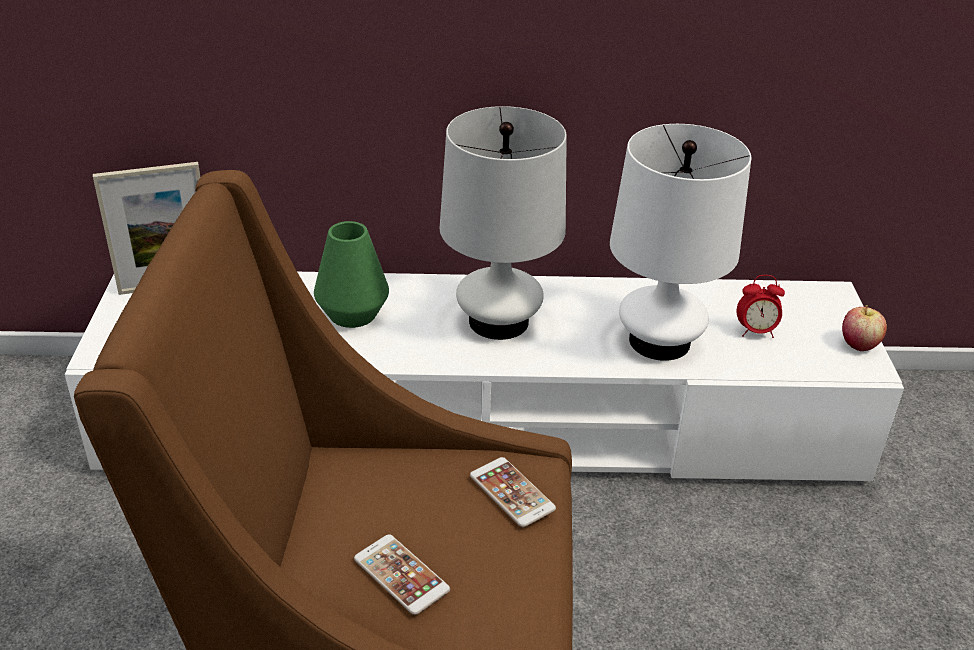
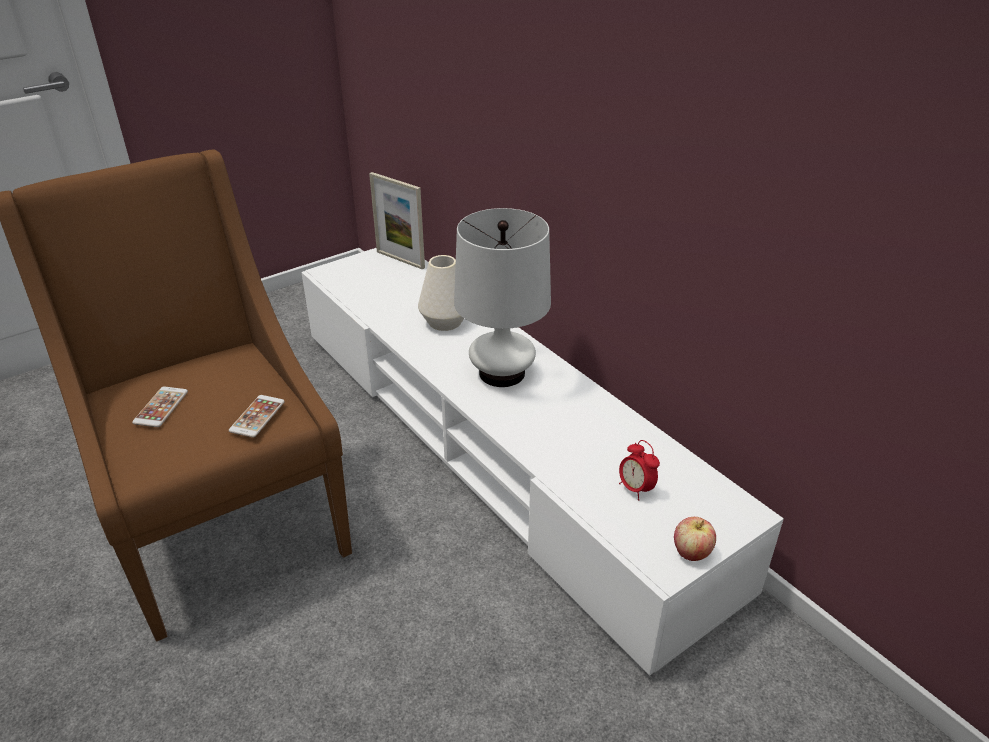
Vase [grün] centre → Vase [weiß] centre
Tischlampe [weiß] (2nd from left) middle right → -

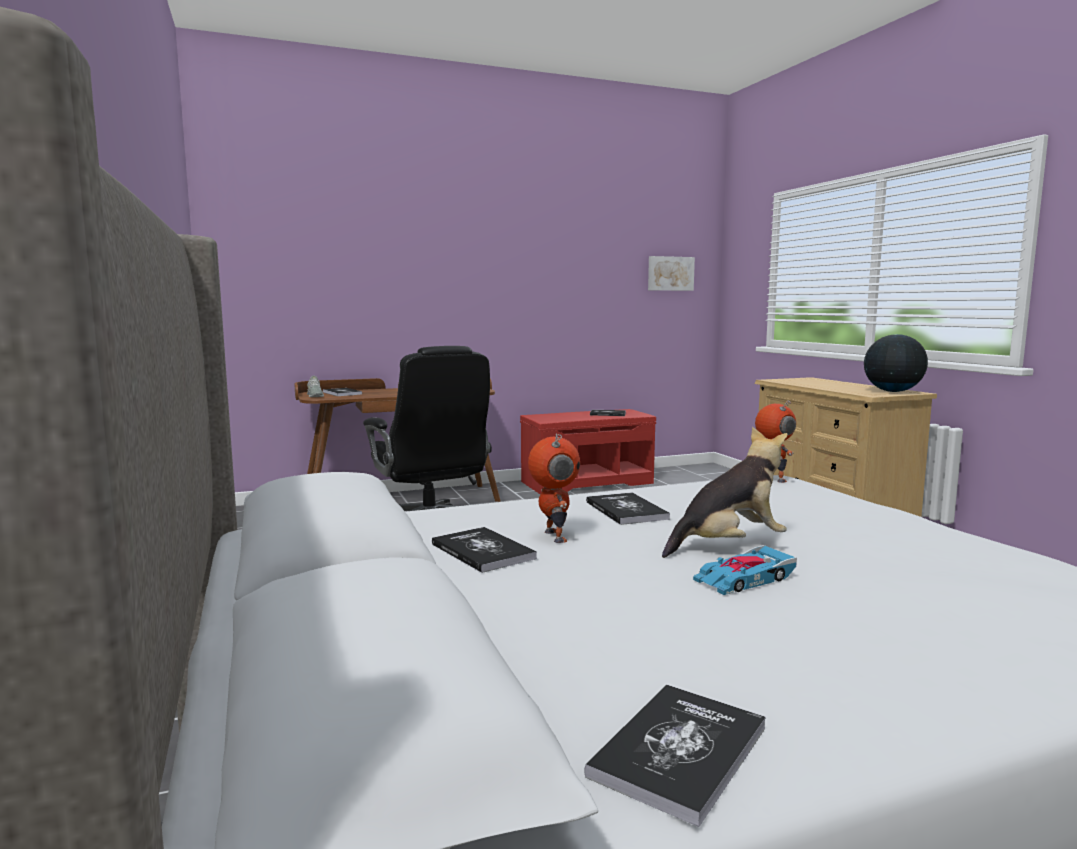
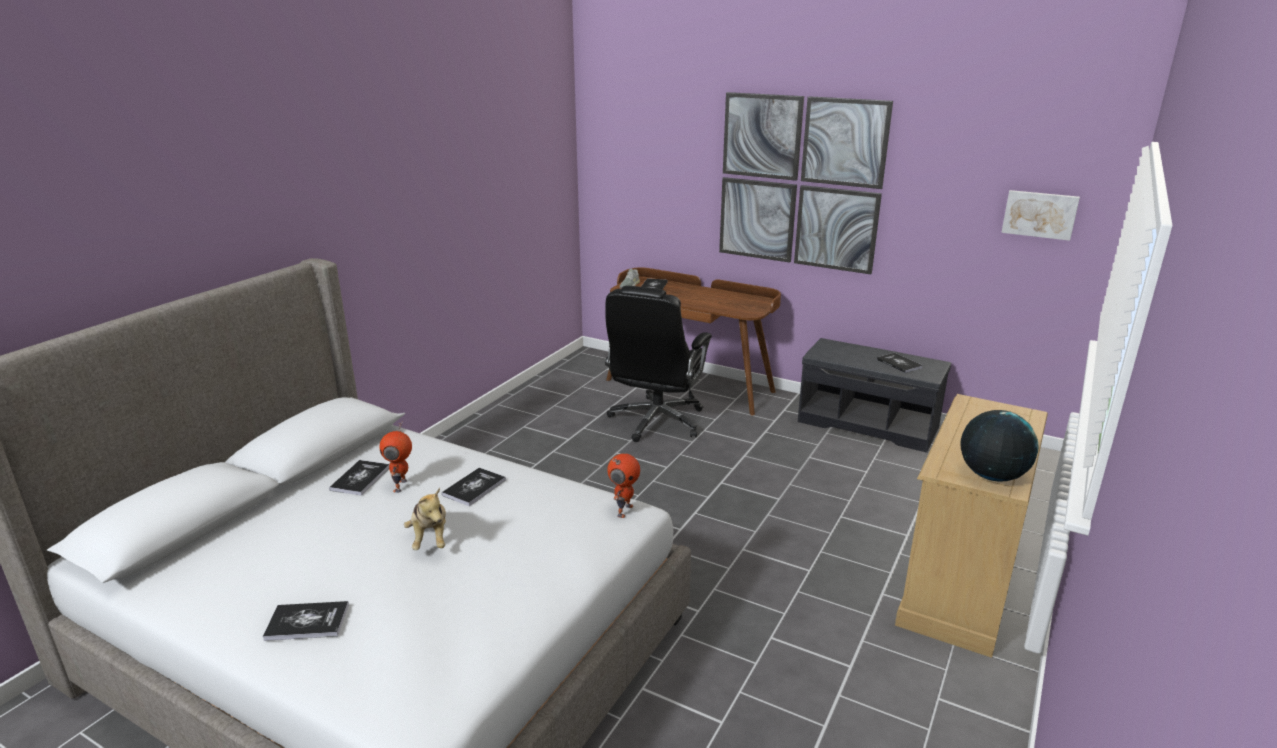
Bank [rot] centre → Bank [grau] middle right
Spielzeugroboter (1st from left) centre → Spielzeugroboter (1st from left) middle left, 150 degrees clockwise
Buch (5th from left in the first image) bottom centre → Buch (1st from left) bottom left, moved
Plüschtier middle right → Plüschtier bottom left, 45 degrees clockwise
Spielzeugauto bottom right → -
- → Bild (1st from left) top centre

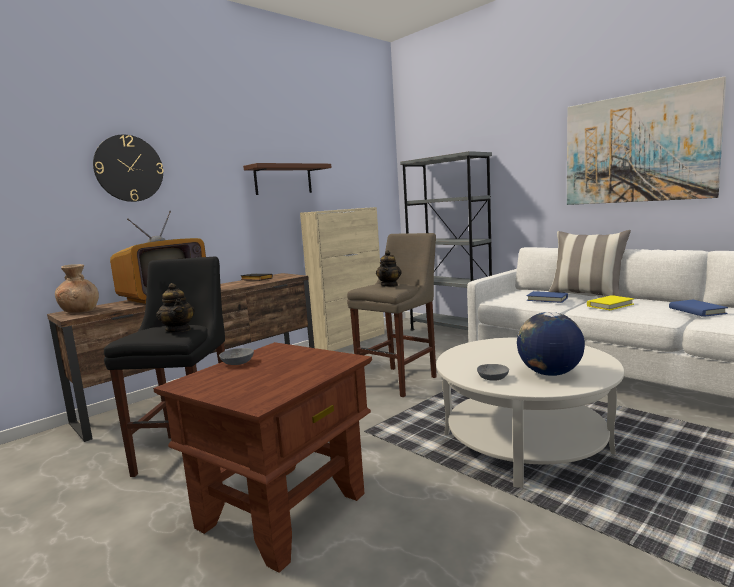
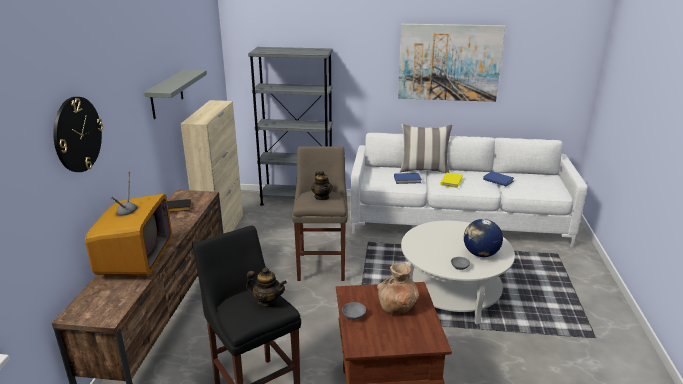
Vase [braun] middle left → Vase [braun] bottom centre, moved
Wandregal [braun] top centre → Wandregal [grau] top left

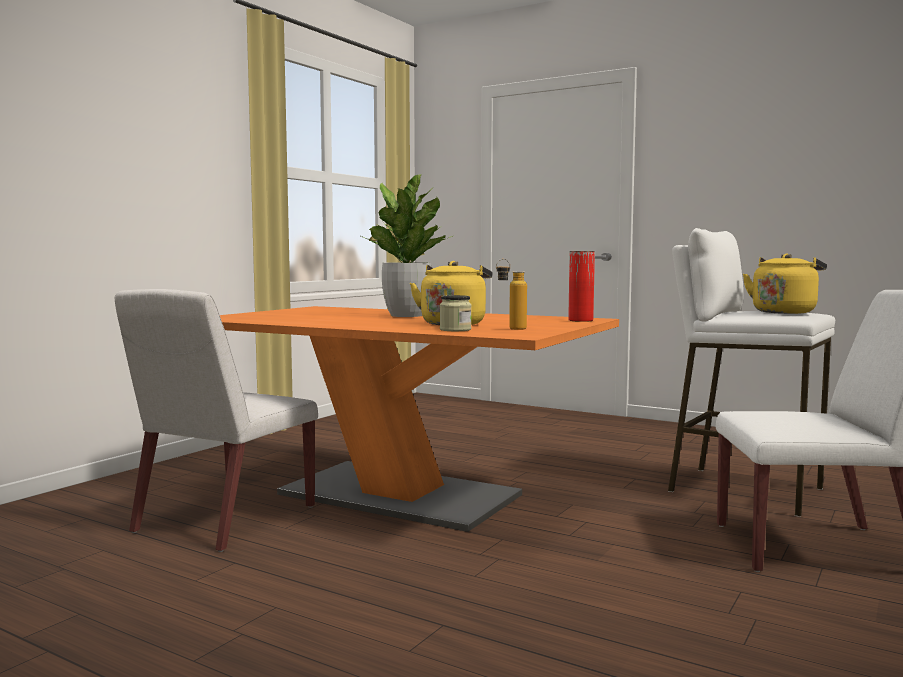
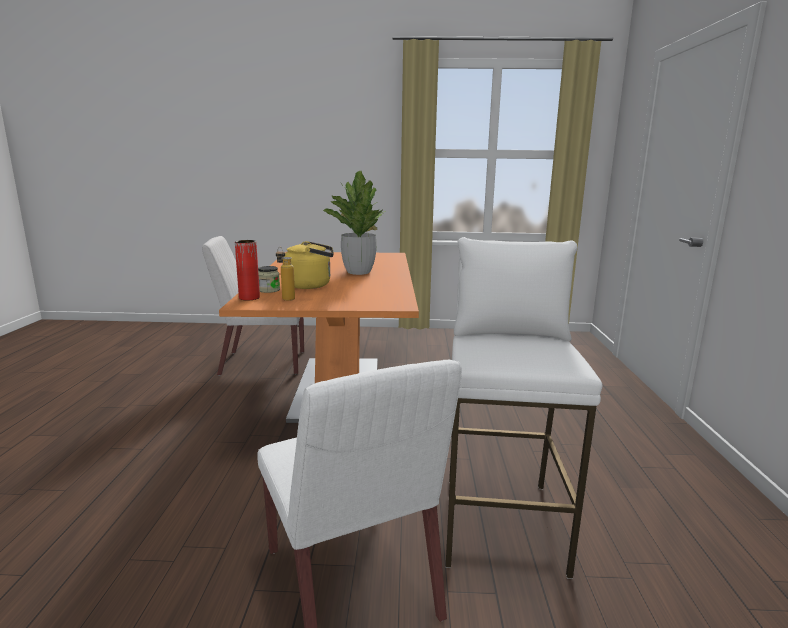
Vase [rot] centre → Vase [rot] middle left, moved
Wasserkessel [gelb] (2nd from left) middle right → -

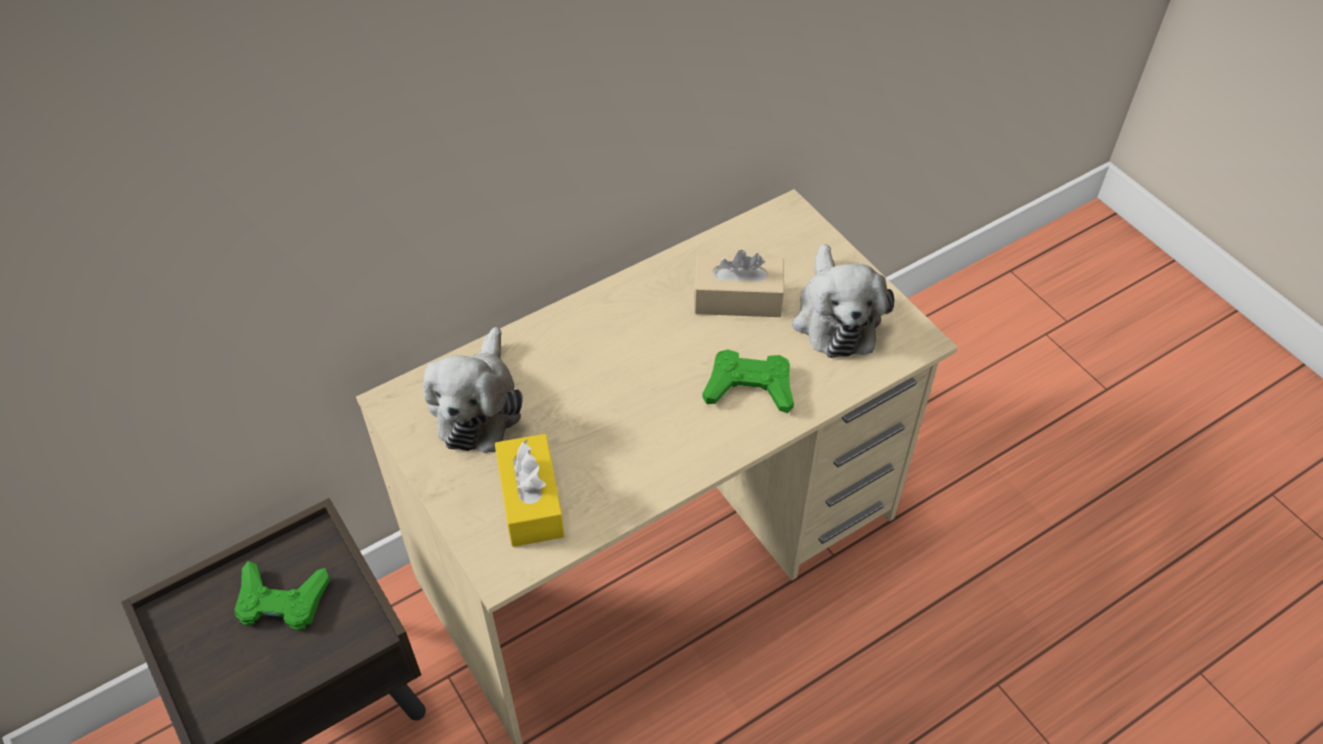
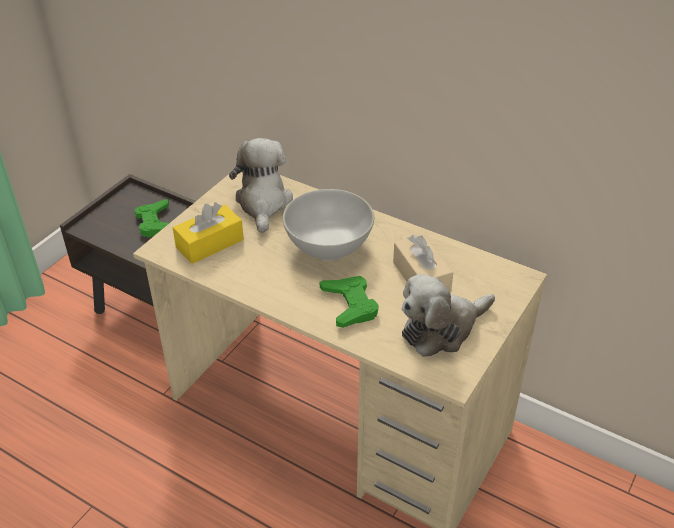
Plüschtier (1st from left) centre, 105 degrees clockwise
- → Schüssel [weiß] centre

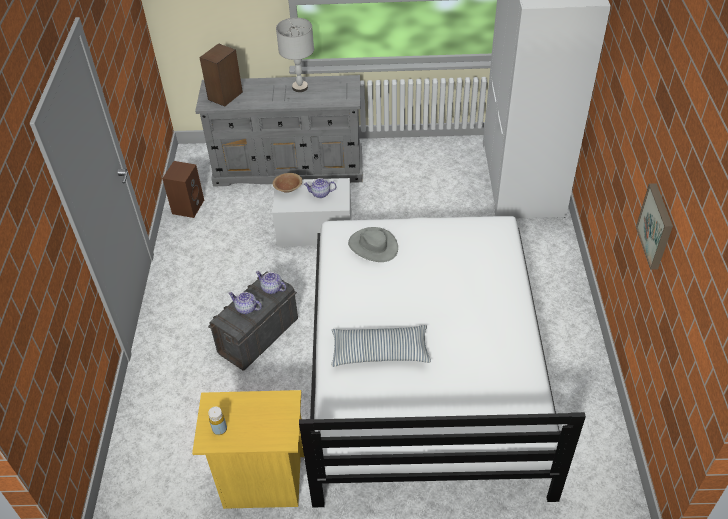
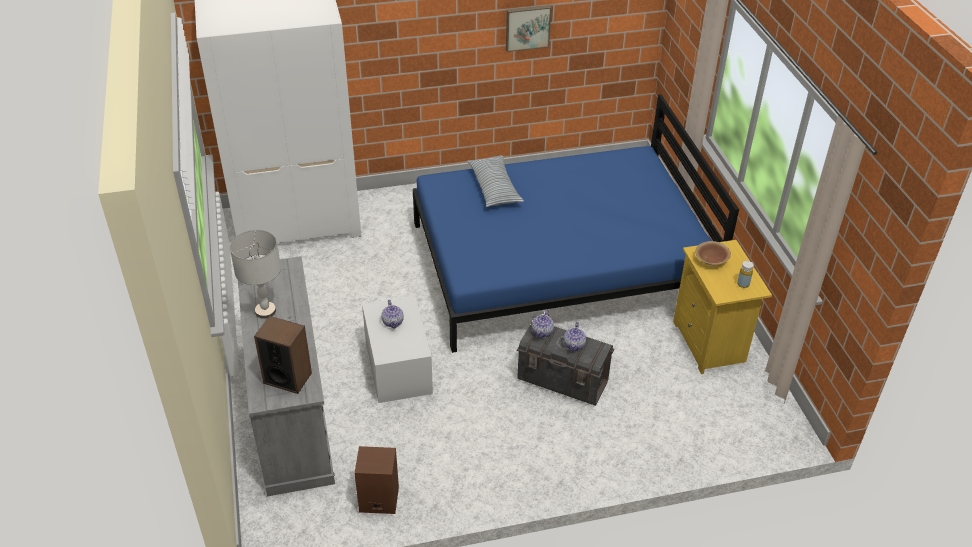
Schüssel [braun] centre → Schüssel [braun] middle right, moved
Bett [weiß] bottom centre → Bett [blau] centre
Kissen bottom centre → Kissen top centre, moved
Hut [grau] centre → -

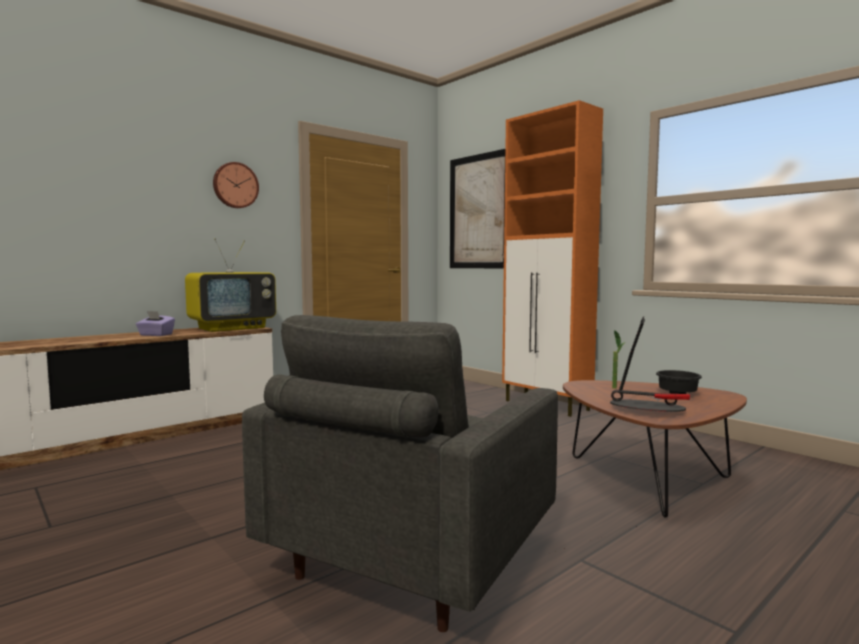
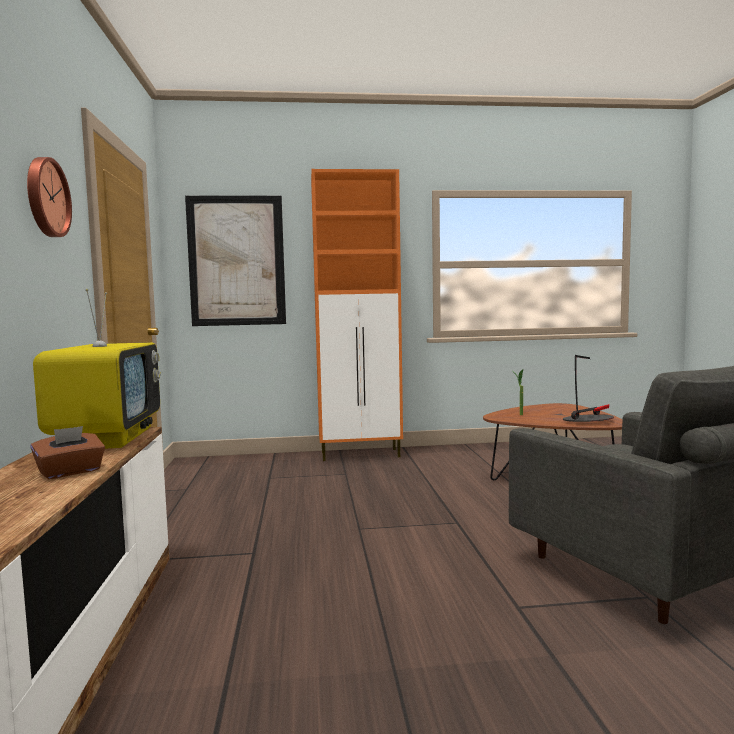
Taschentuchbox [lila] middle left → Taschentuchbox [braun] middle left
Schüssel [schwarz] middle right → -

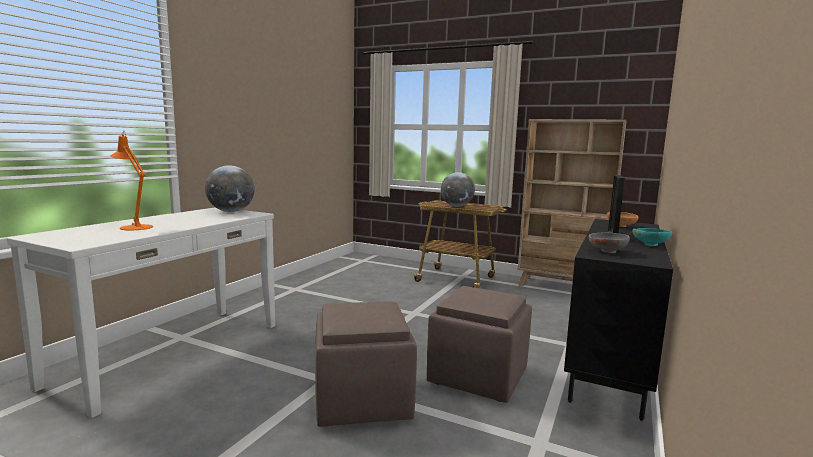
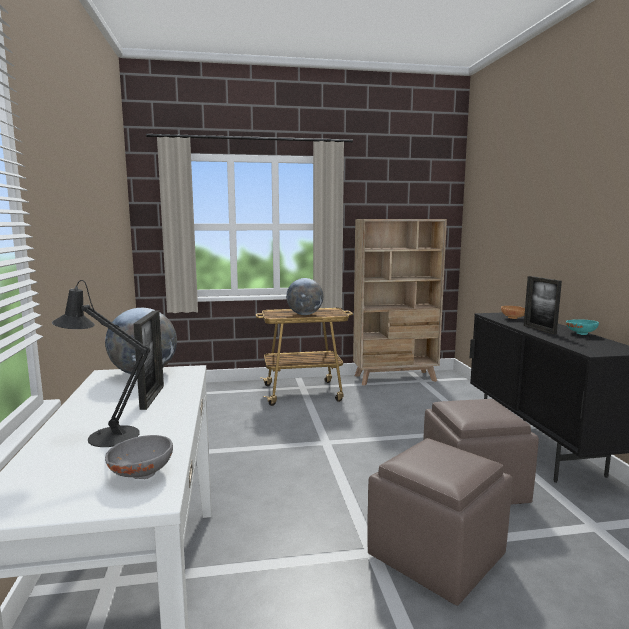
Tischlampe [orange] middle left → Tischlampe [schwarz] middle left
Schüssel [grau] middle right → Schüssel [grau] bottom left, moved
- → Bilderrahmen (1st from left) middle left

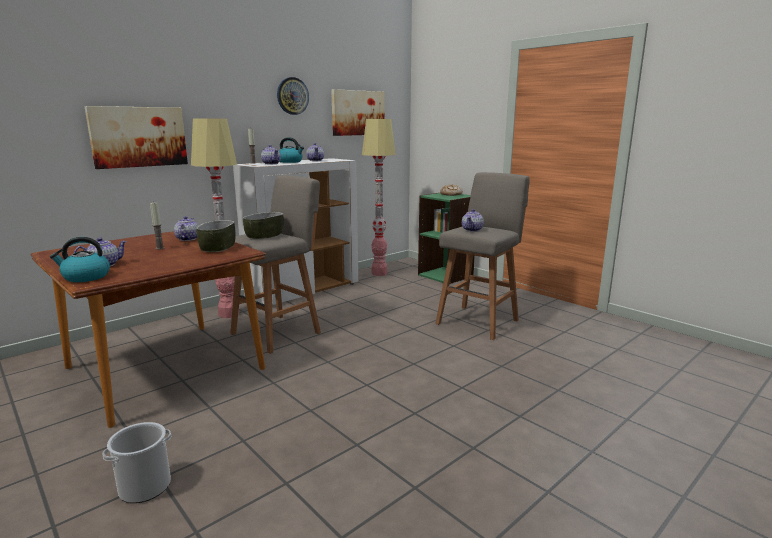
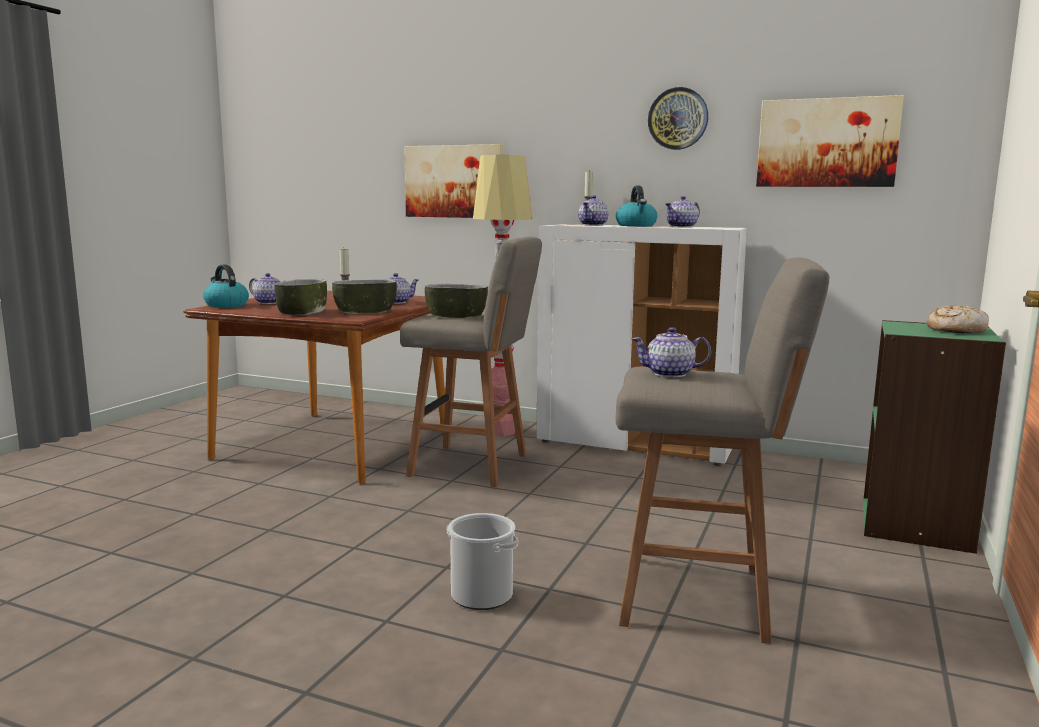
Eimer bottom left → Eimer bottom centre, moved
Stehlampe (2nd from left) centre → -
- → Schüssel (1st from left) middle left

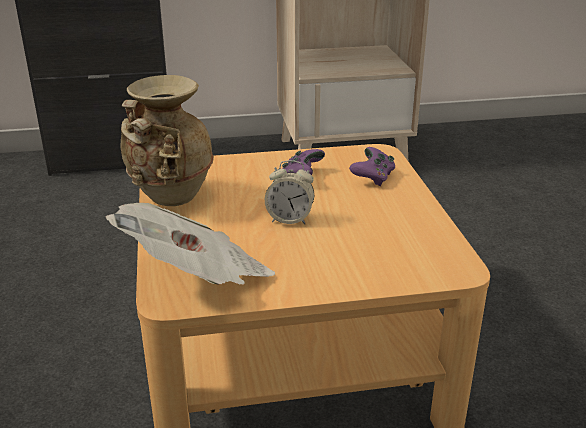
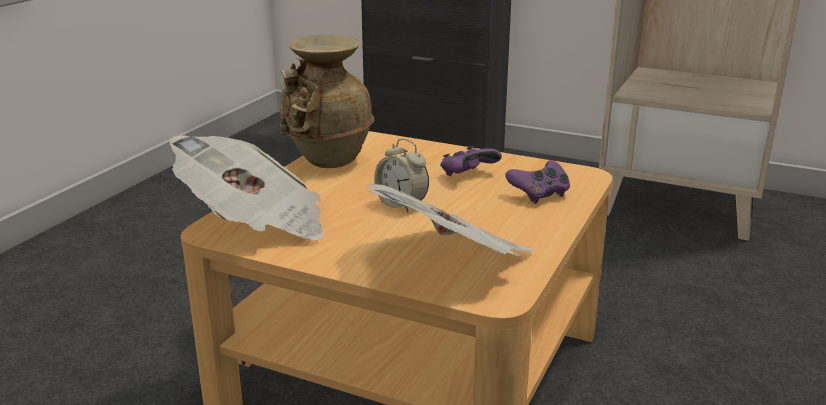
- → Zeitung (2nd from left) centre

